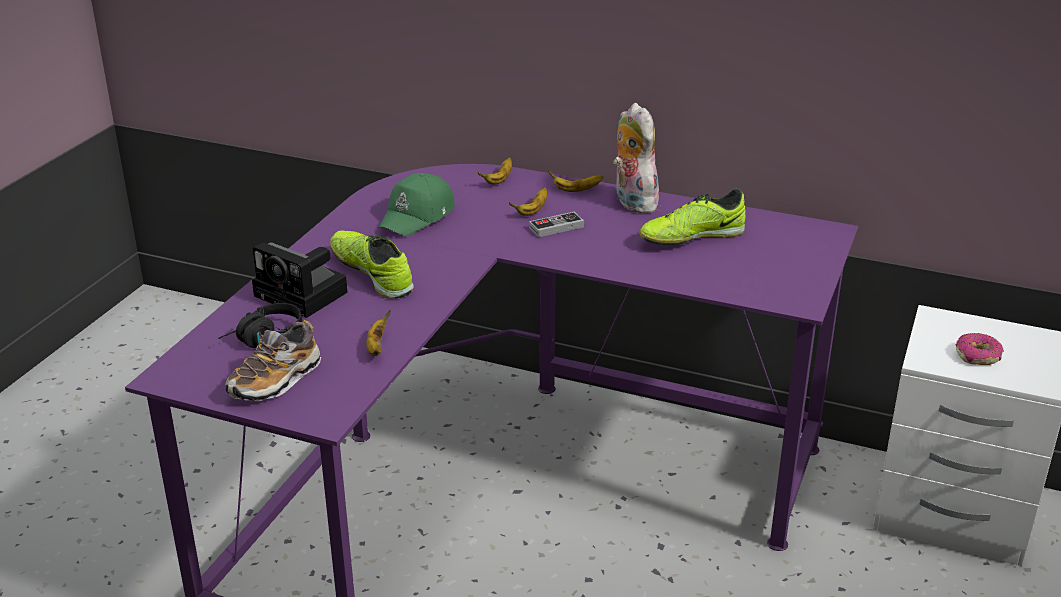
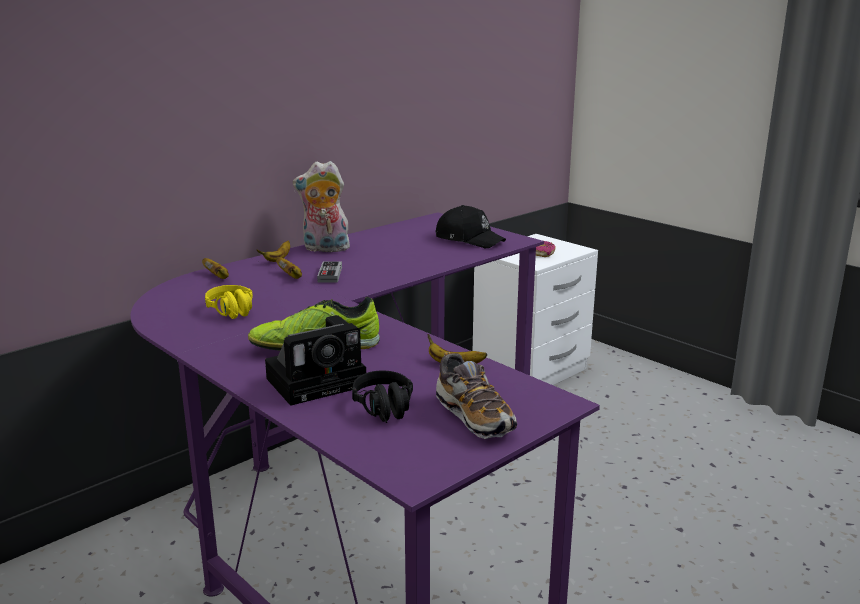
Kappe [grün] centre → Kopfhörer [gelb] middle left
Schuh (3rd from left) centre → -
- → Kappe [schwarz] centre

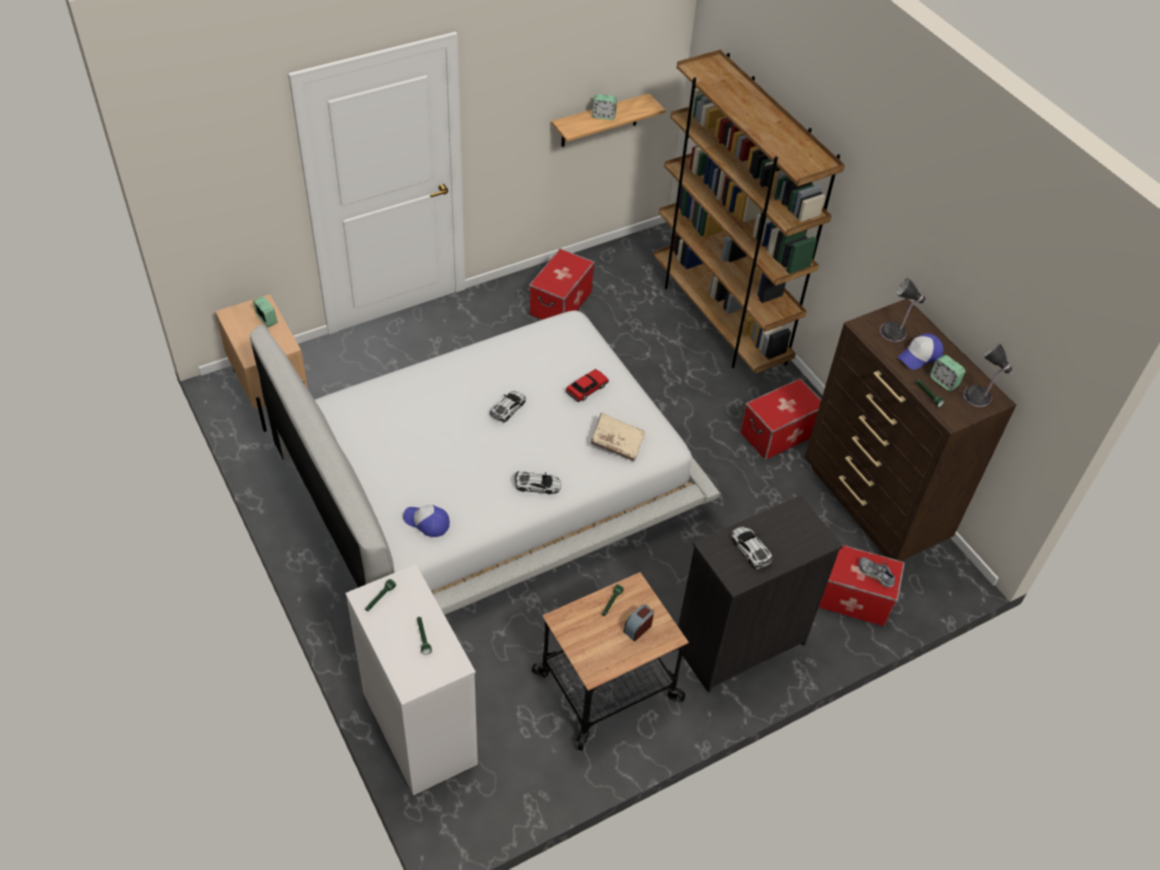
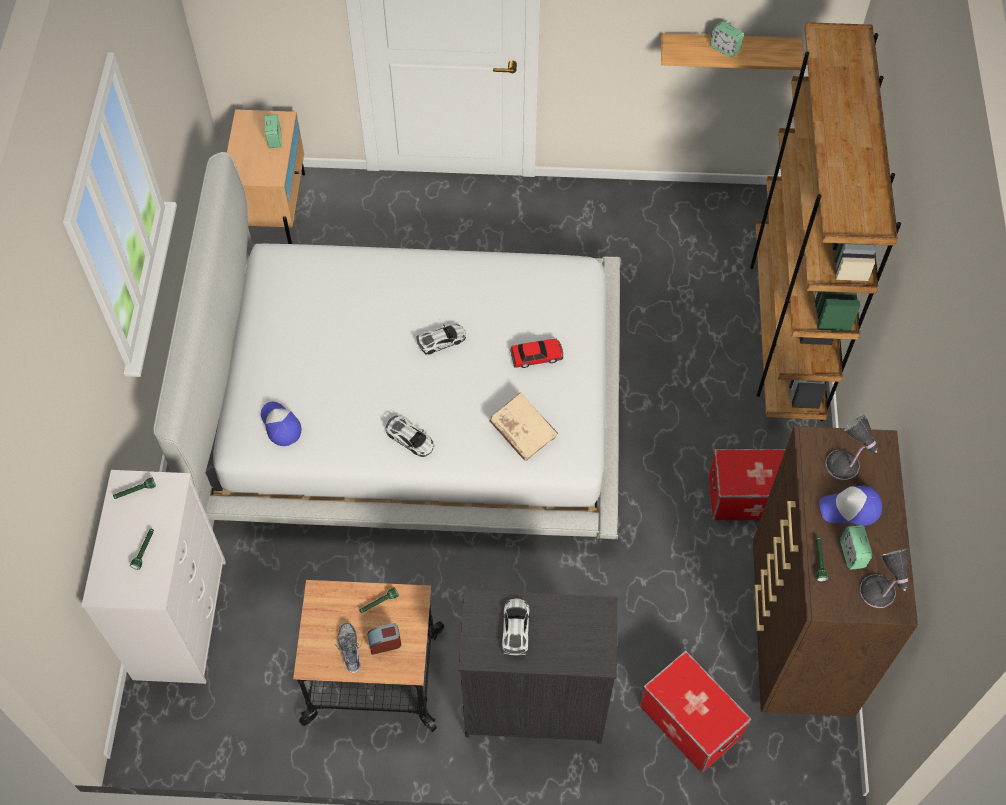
Aufbewahrungsbox (1st from left) top centre → -
Schuh middle right → Schuh bottom centre, moved

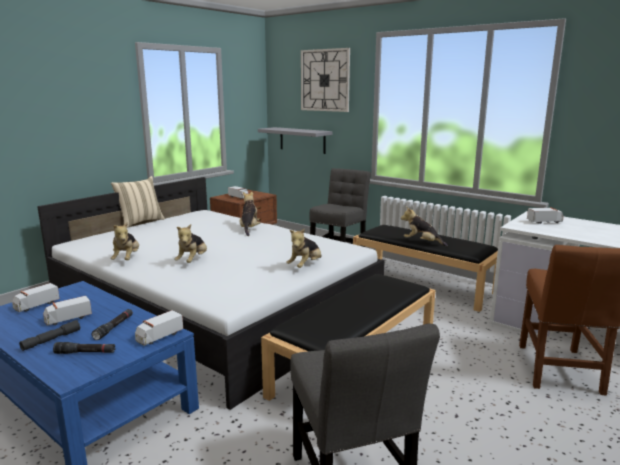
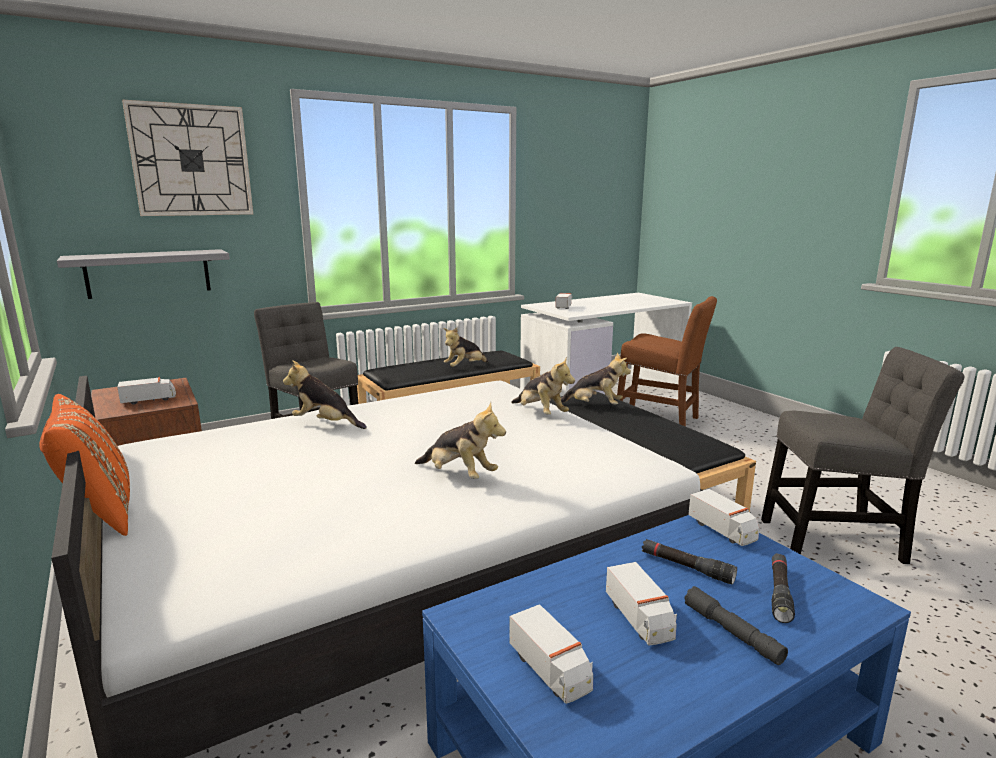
Kissen [beige] middle left → Kissen [orange] middle left
Plüschtier (1st from left in the first image) middle left → Plüschtier (5th from left) centre, moved

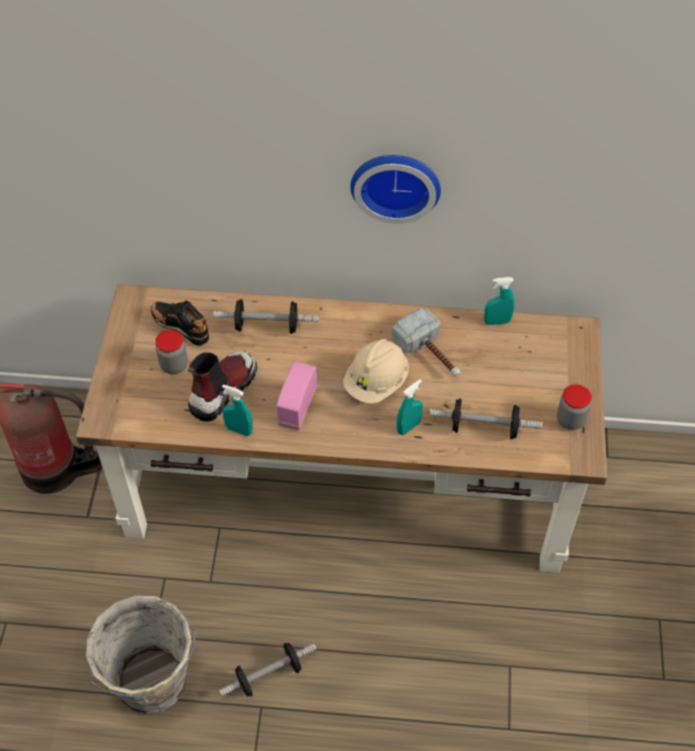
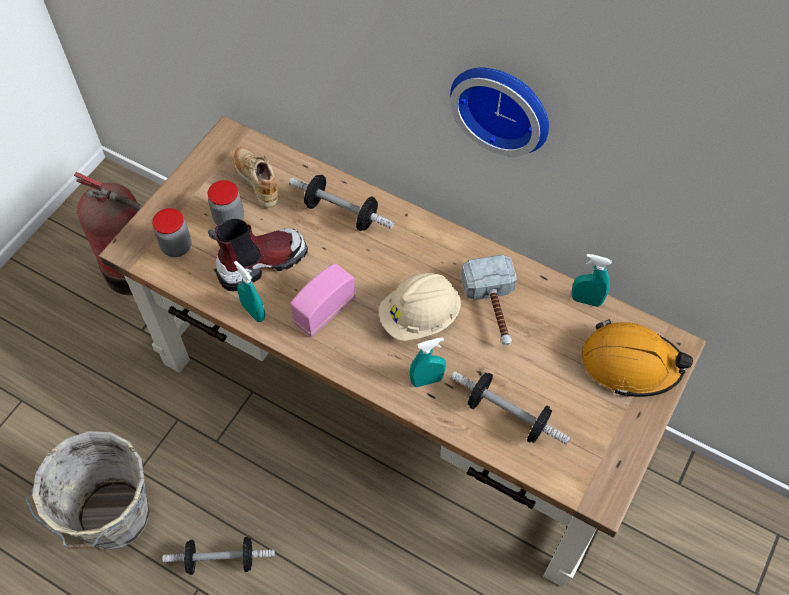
Schuh [schwarz] middle left → Schuh [beige] top left
Vorratsglas (2nd from left in the first image) middle right → Vorratsglas (1st from left) middle left, moved
- → Schutzhelm [orange] middle right

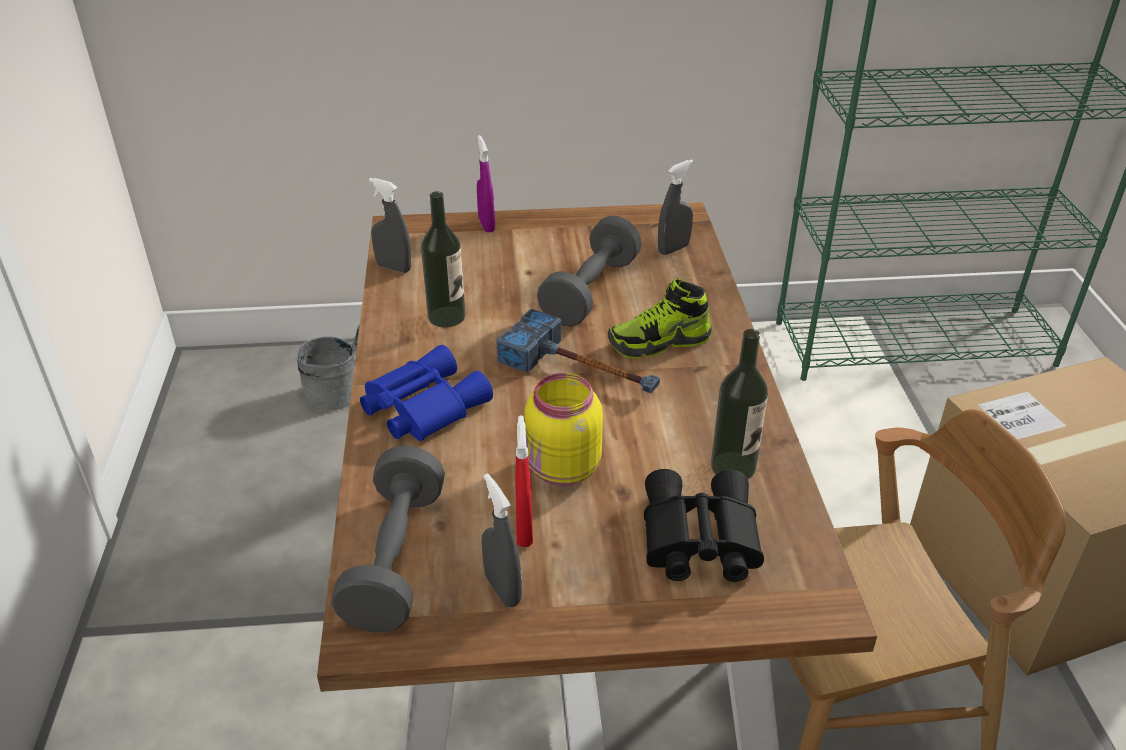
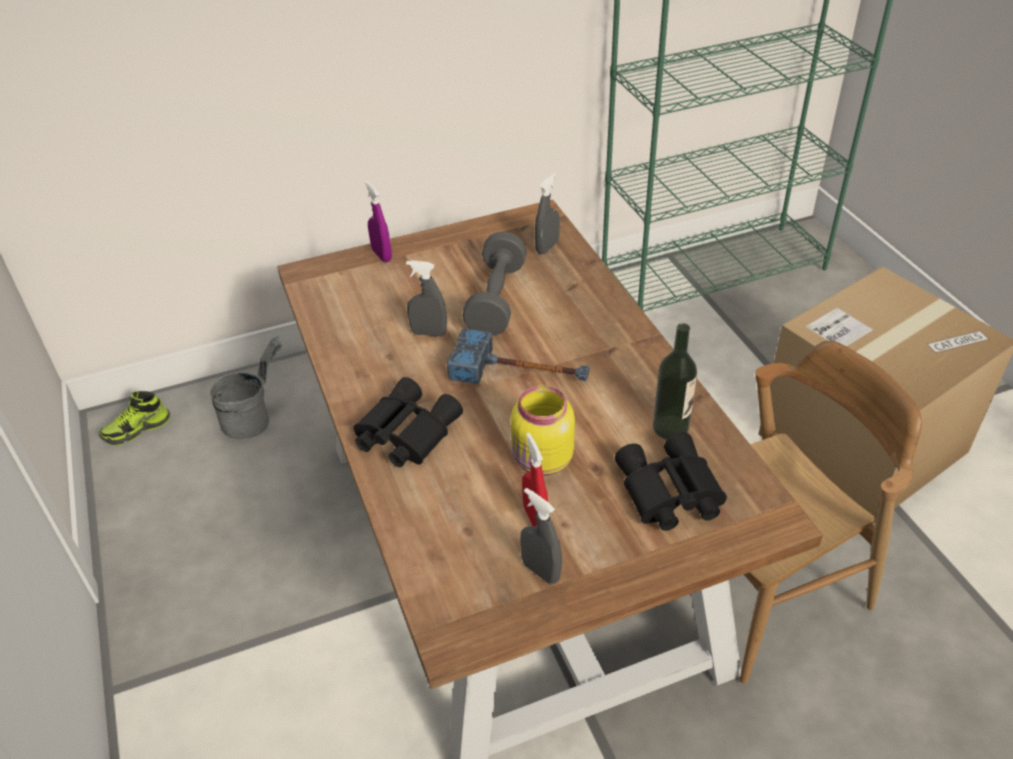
Hantel [grau] (1st from left) bottom centre → -
Fernglas [blau] centre → Fernglas [schwarz] (1st from left) centre
Sprühflasche [grau] (1st from left) top centre → Sprühflasche [grau] (1st from left) centre, moved
Flasche (1st from left) centre → -
Schuh centre → Schuh middle left, moved

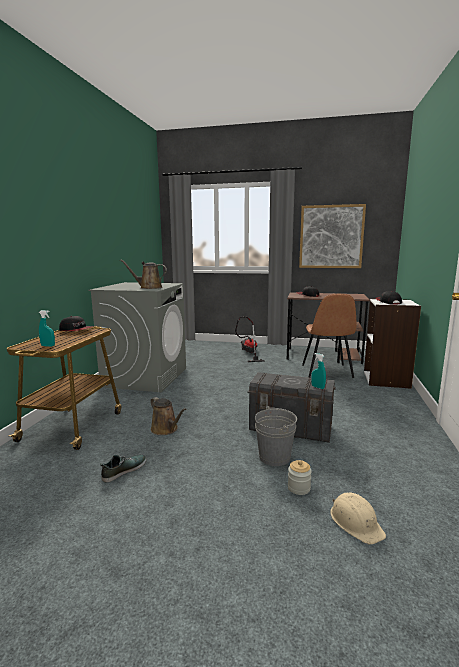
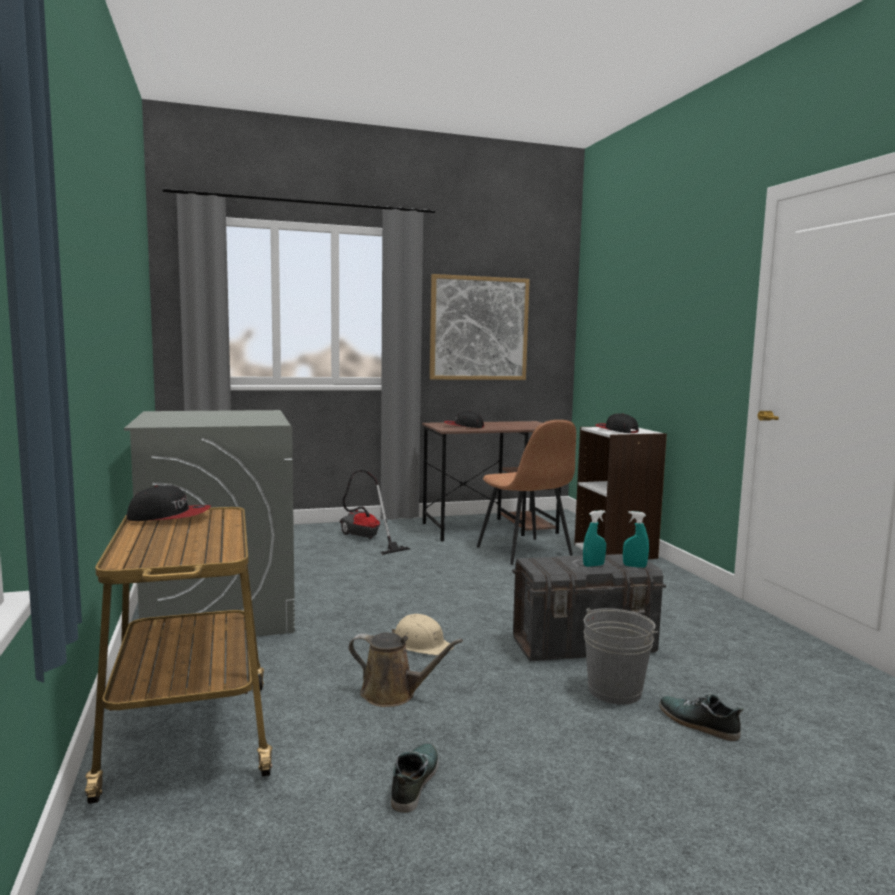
Sprühflasche [türkis] (1st from left) middle left → Sprühflasche [türkis] (1st from left) centre, moved
Gießkanne [braun] (1st from left) middle left → -
Vorratsglas bottom centre → Schuh (2nd from left) bottom right
Schutzhelm [beige] bottom right → Schutzhelm [beige] bottom centre, moved

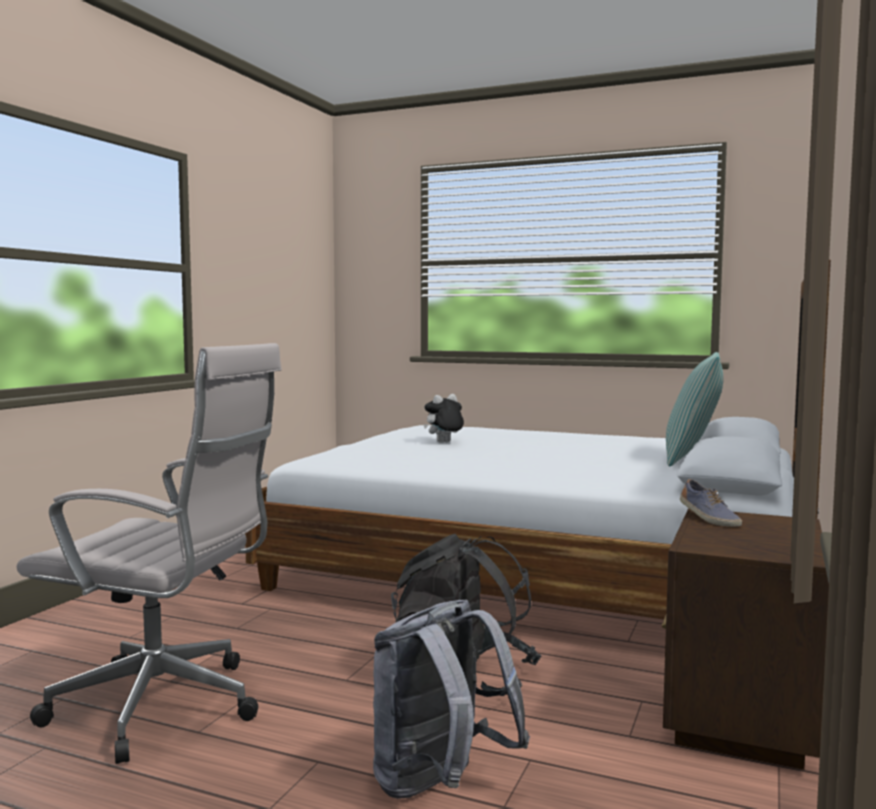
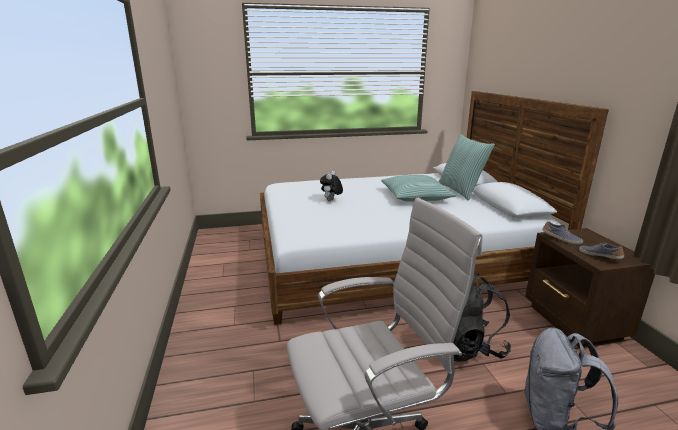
- → Kissen (1st from left) centre
- → Schuh (2nd from left) middle right

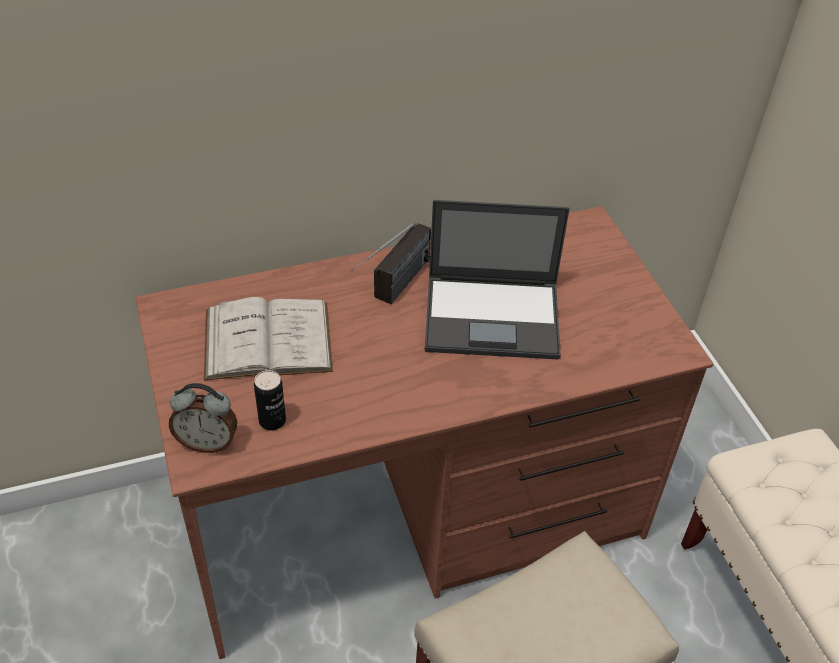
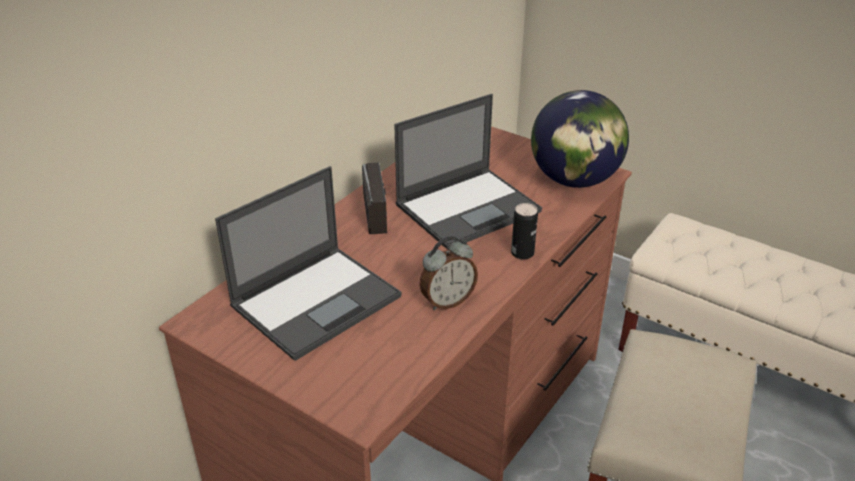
Wecker middle left → Wecker centre, moved
Buch [weiß] middle left → Laptop (1st from left) centre
Dose middle left → Dose centre, moved
- → Globus top right

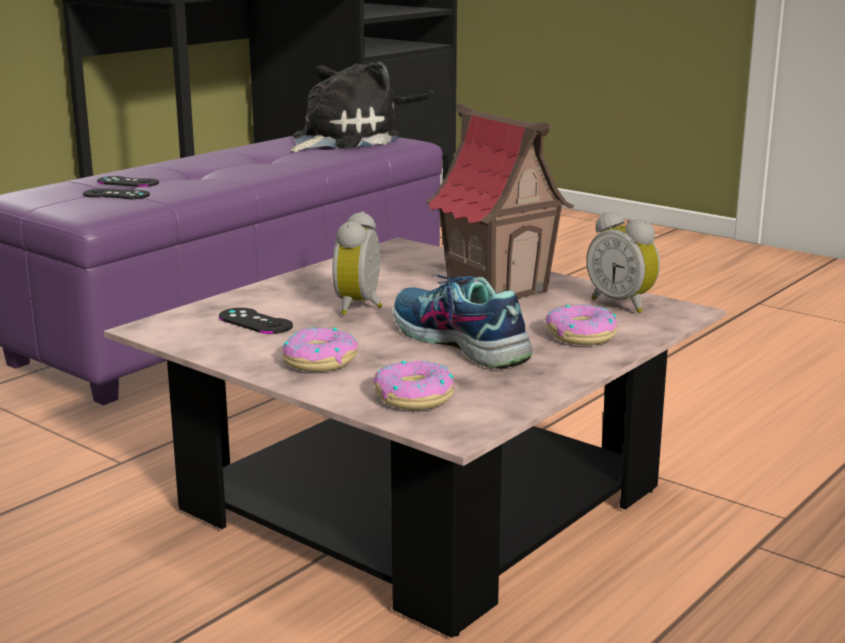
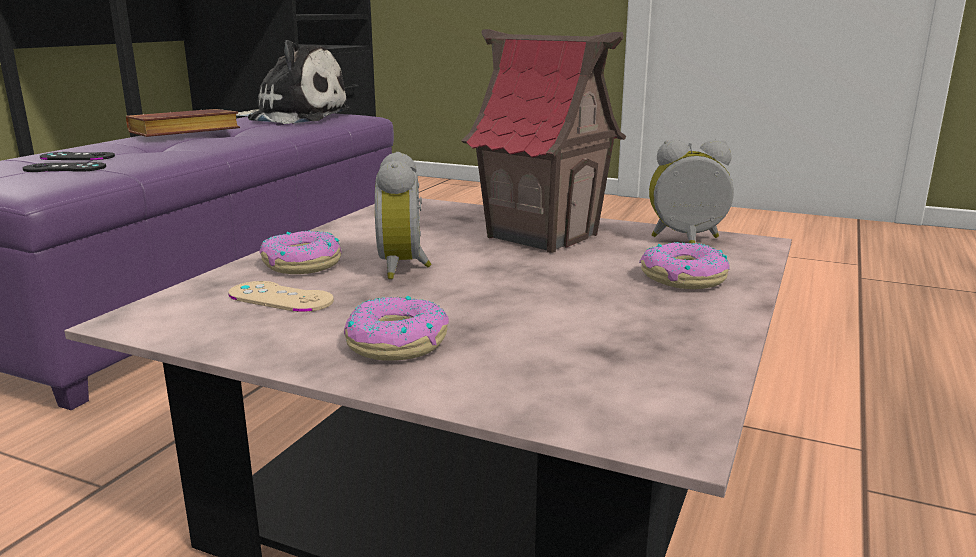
Gamepad [schwarz] (3rd from left) middle left → Gamepad [beige] middle left
Plüschtier top centre → Plüschtier top left, 75 degrees clockwise
Donut (2nd from left in the first image) centre → Donut (1st from left) middle left, moved
Schuh centre → -
Wecker (2nd from left) middle right, 150 degrees clockwise
- → Buch [braun] top left

